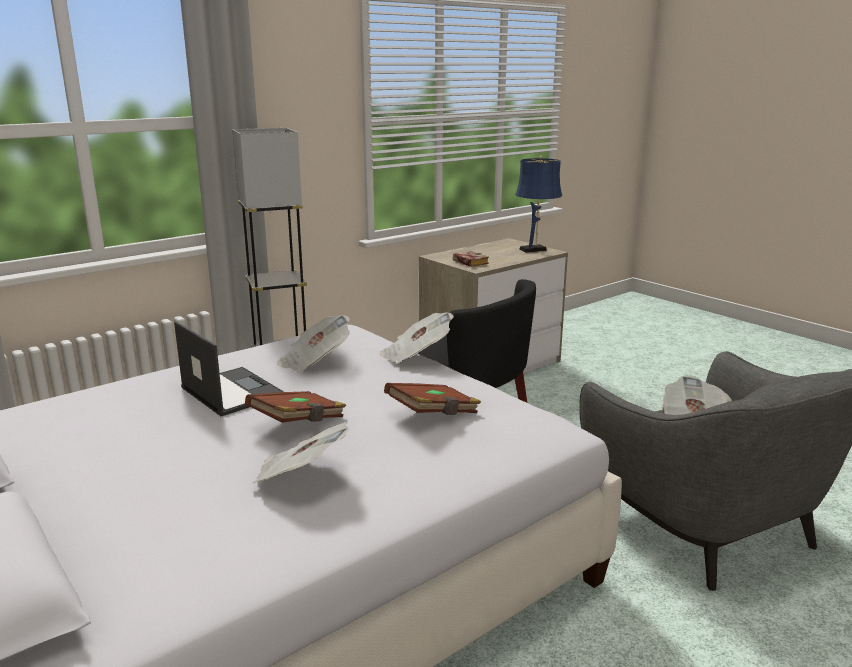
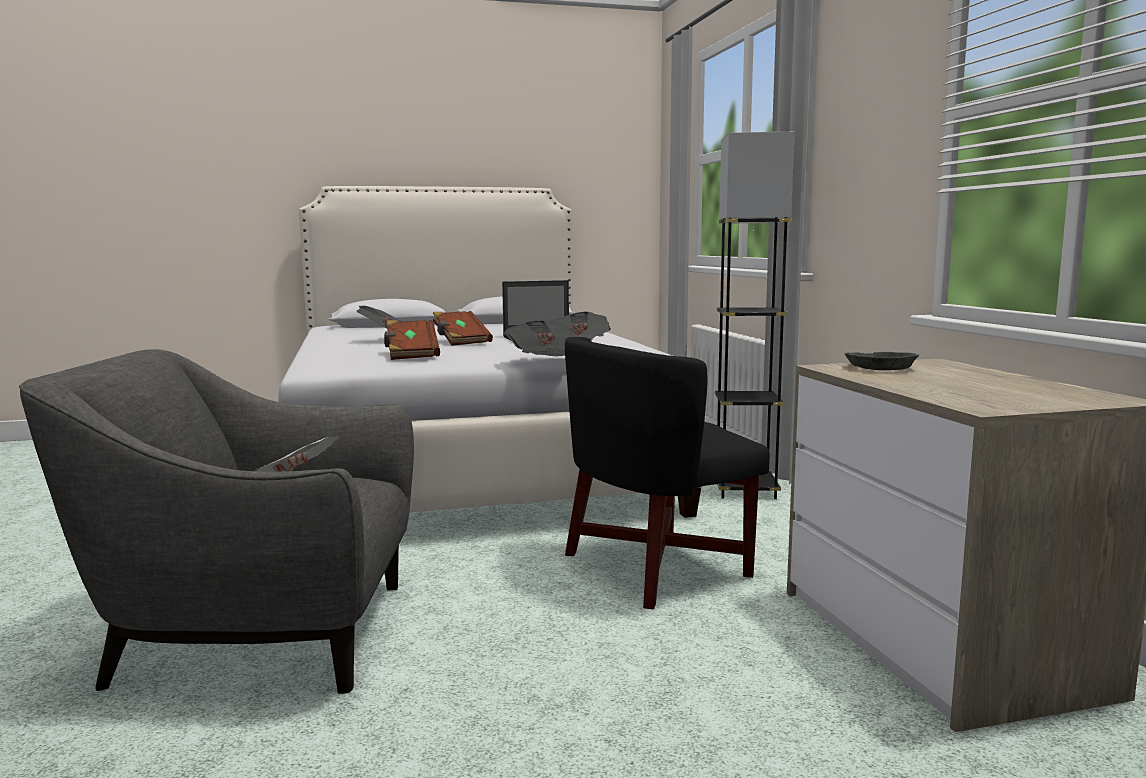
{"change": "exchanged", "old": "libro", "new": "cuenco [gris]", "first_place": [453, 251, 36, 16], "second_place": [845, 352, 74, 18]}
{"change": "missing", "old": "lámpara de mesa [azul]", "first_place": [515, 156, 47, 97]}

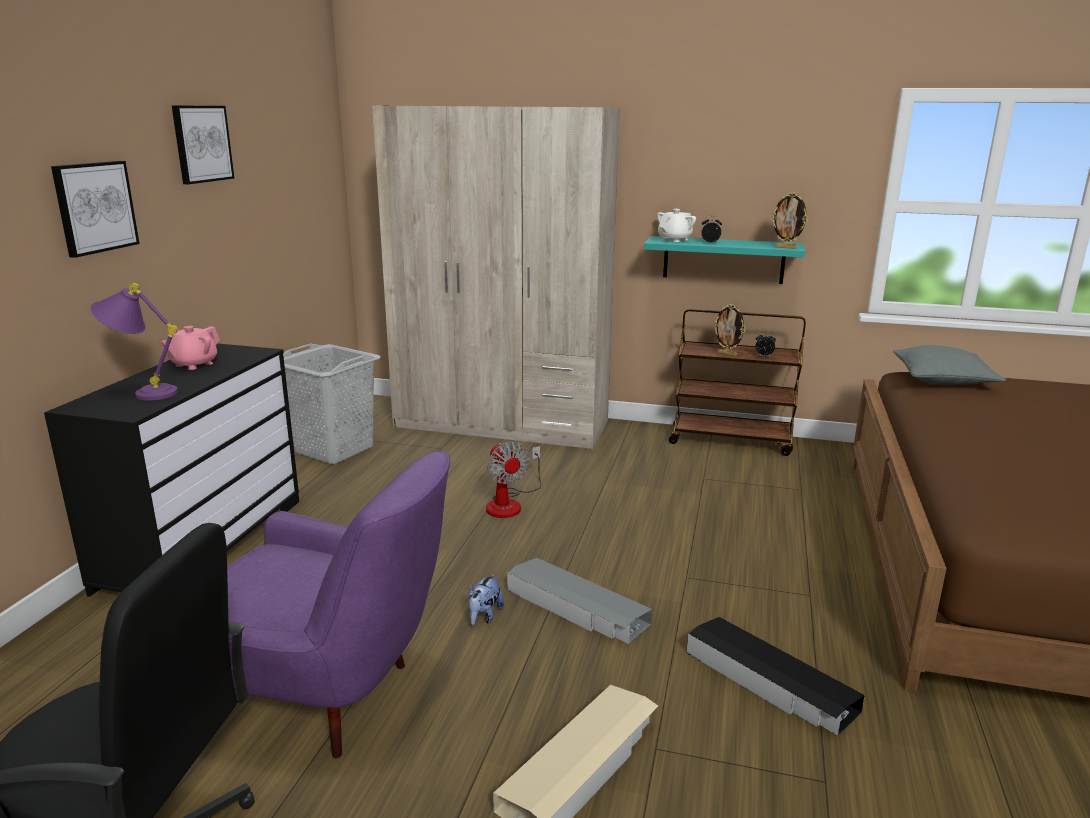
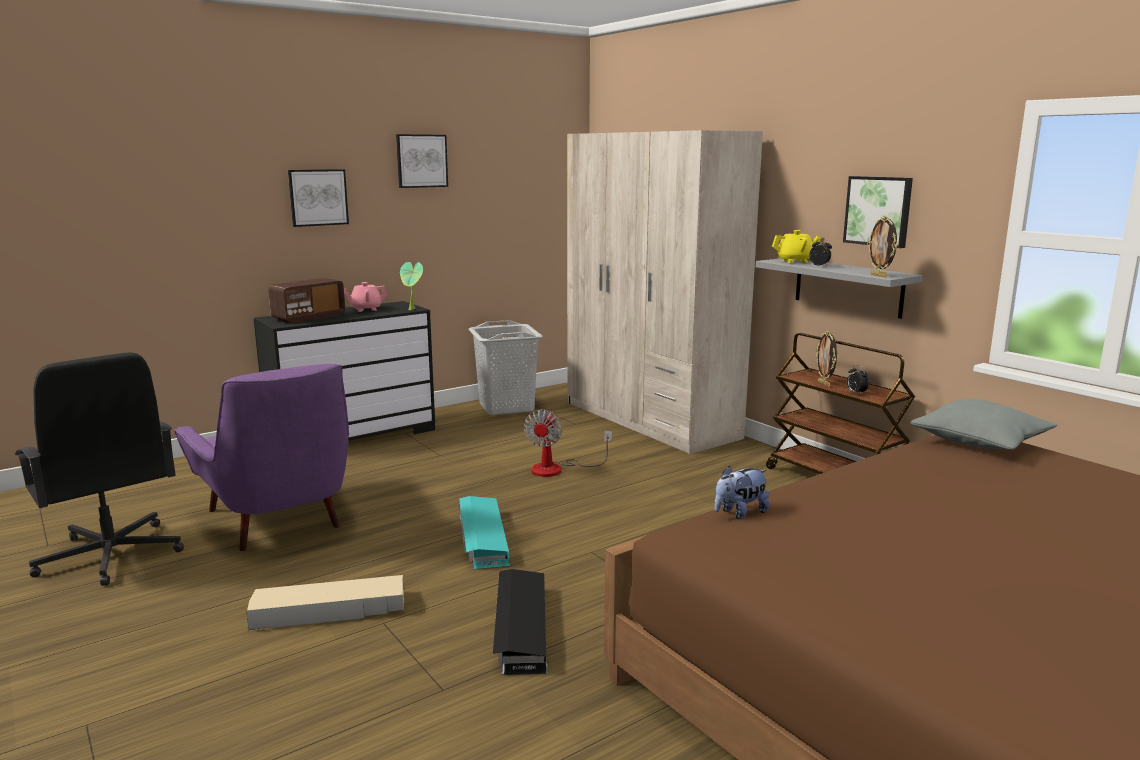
{"change": "exchanged", "old": "lámpara de mesa [morado]", "new": "radio", "first_place": [90, 283, 88, 118], "second_place": [268, 278, 77, 45]}
{"change": "relocated", "old": "peluche", "first_place": [468, 574, 36, 51], "second_place": [714, 466, 55, 53]}
{"change": "colour", "old": "caja de almacenaje [gris]", "new": "caja de almacenaje [turquesa]", "first_place": [507, 558, 145, 86], "second_place": [459, 496, 51, 73]}
{"change": "colour", "old": "estante [turquesa]", "new": "estante [gris]", "first_place": [644, 236, 161, 48], "second_place": [756, 258, 167, 61]}
{"change": "colour", "old": "tetera [blanco]", "new": "tetera [amarillo]", "first_place": [657, 209, 39, 33], "second_place": [772, 230, 49, 33]}
{"change": "appeared", "new": "planta en maceta", "second_place": [400, 262, 23, 48]}
{"change": "appeared", "new": "cuadro", "second_place": [843, 176, 70, 72]}

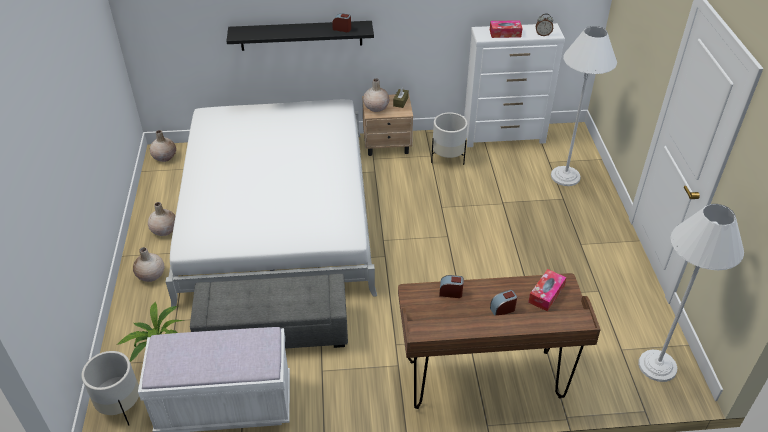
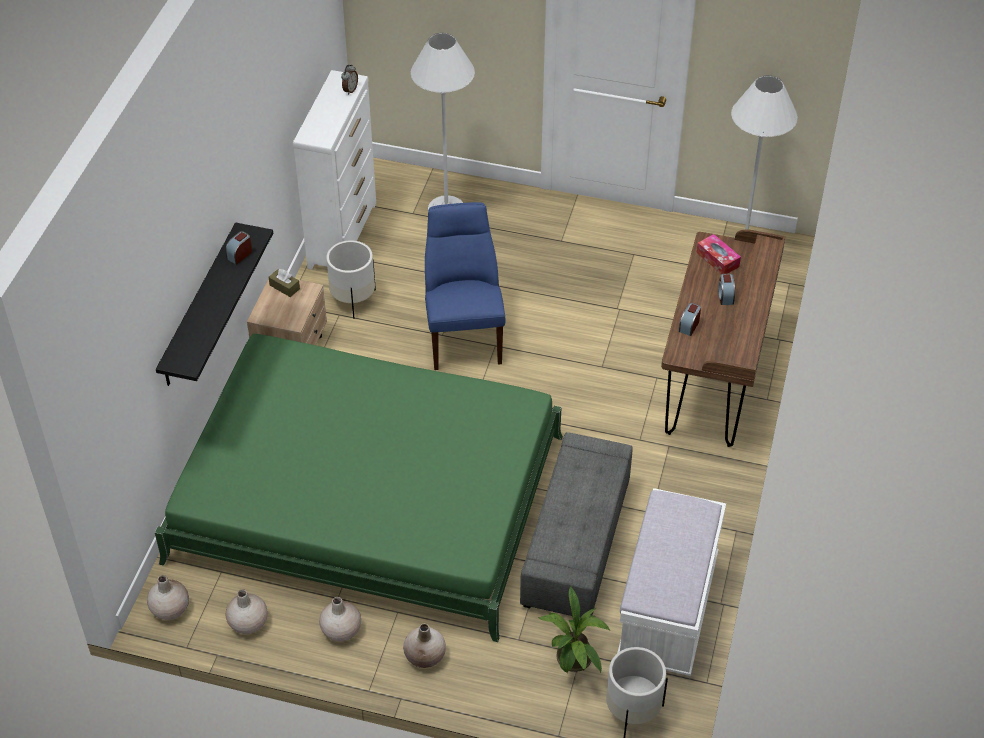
{"change": "colour", "old": "cama [blanco]", "new": "cama [verde]", "first_place": [166, 100, 211, 207], "second_place": [155, 334, 408, 308]}
{"change": "relocated", "old": "florero [beis]", "first_place": [363, 79, 26, 33], "second_place": [225, 589, 43, 45]}
{"change": "missing", "old": "caja de pañuelos", "first_place": [490, 20, 33, 18]}
{"change": "appeared", "new": "silla [azul]", "second_place": [425, 202, 80, 168]}

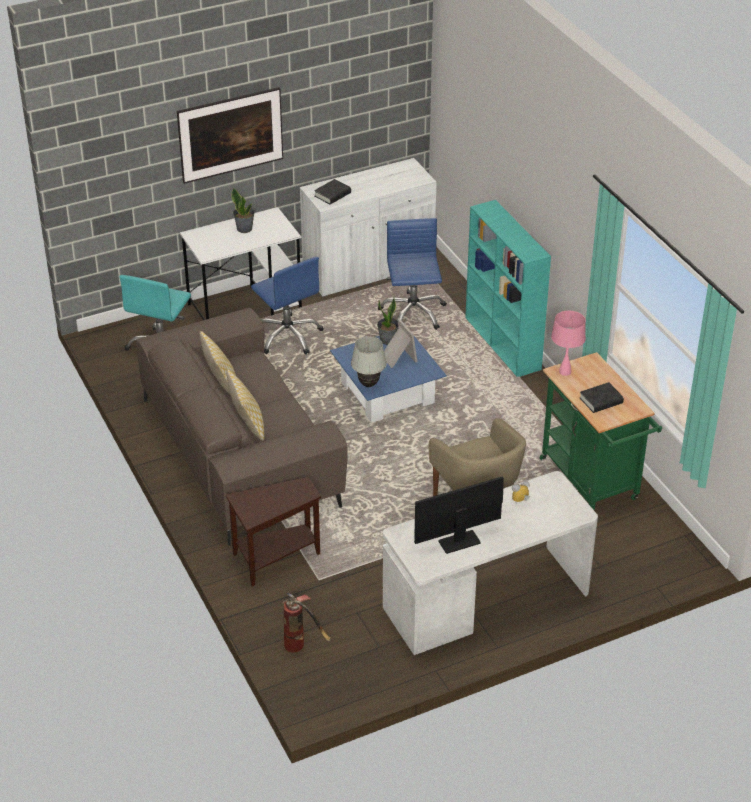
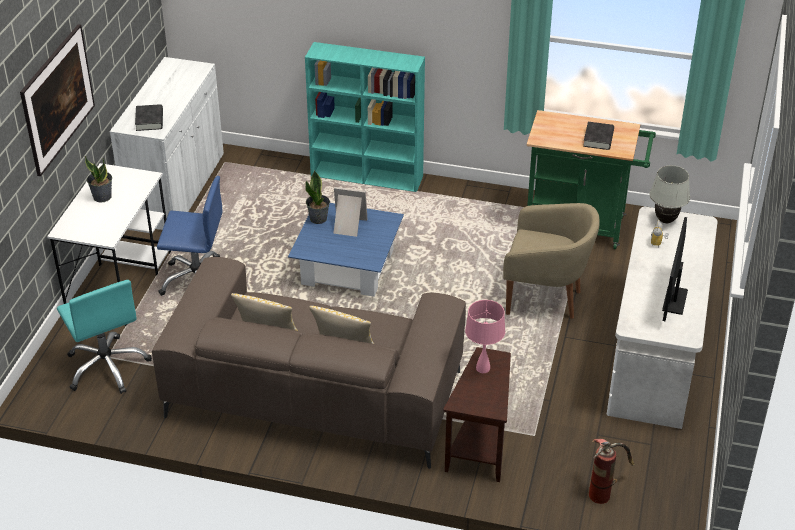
{"change": "relocated", "old": "lámpara de mesa [blanco]", "first_place": [351, 336, 36, 51], "second_place": [649, 165, 41, 58]}
{"change": "missing", "old": "silla de oficina [azul]", "first_place": [378, 218, 69, 112]}
{"change": "relocated", "old": "lámpara de mesa [rosa]", "first_place": [551, 311, 35, 65], "second_place": [465, 300, 40, 73]}

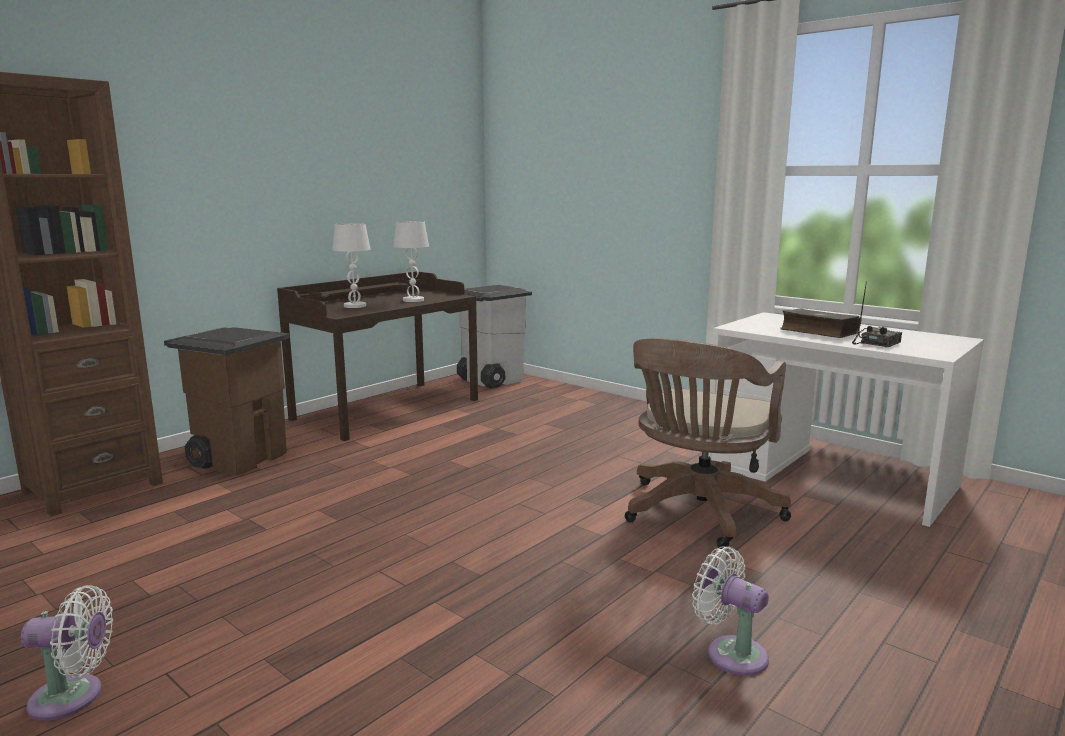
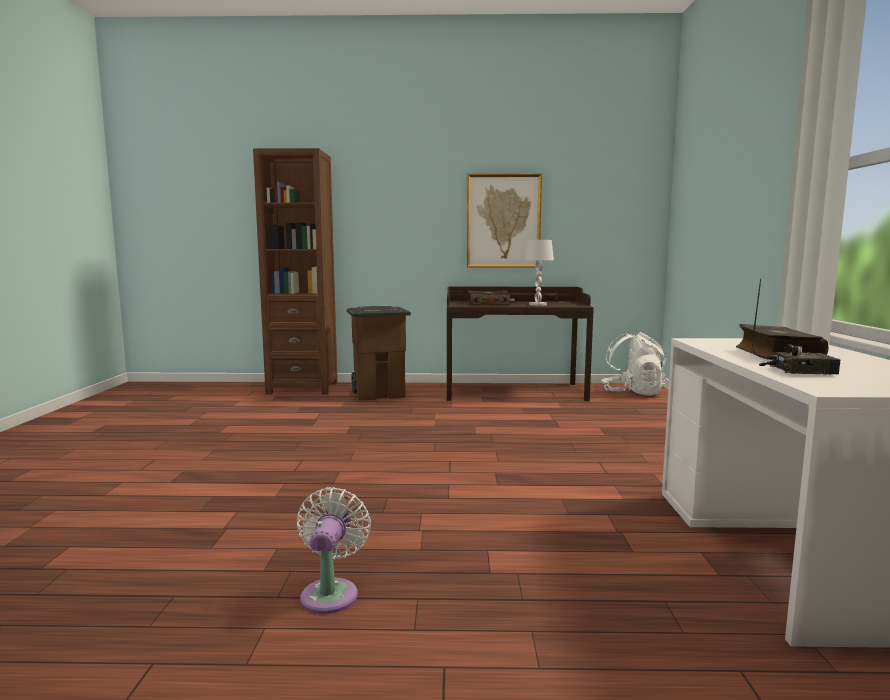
{"change": "missing", "old": "ventilador [blanco]", "first_place": [21, 585, 92, 136]}
{"change": "exchanged", "old": "lámpara de mesa [blanco]", "new": "libro", "first_place": [333, 223, 37, 85], "second_place": [468, 290, 43, 15]}
{"change": "exchanged", "old": "papelera [gris]", "new": "mochila [blanco]", "first_place": [457, 285, 75, 104], "second_place": [601, 332, 65, 64]}
{"change": "missing", "old": "silla de oficina [marrón]", "first_place": [625, 338, 166, 211]}
{"change": "appeared", "new": "cuadro", "second_place": [467, 174, 75, 94]}

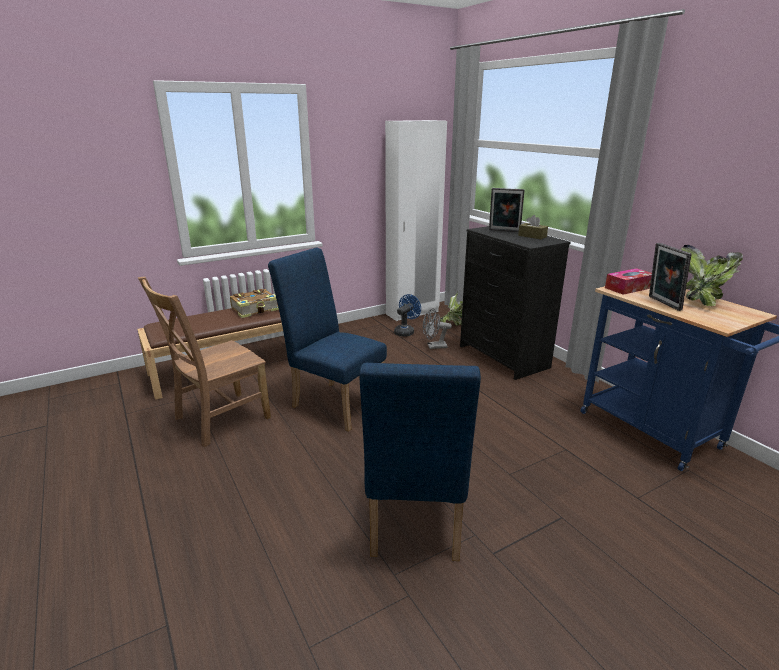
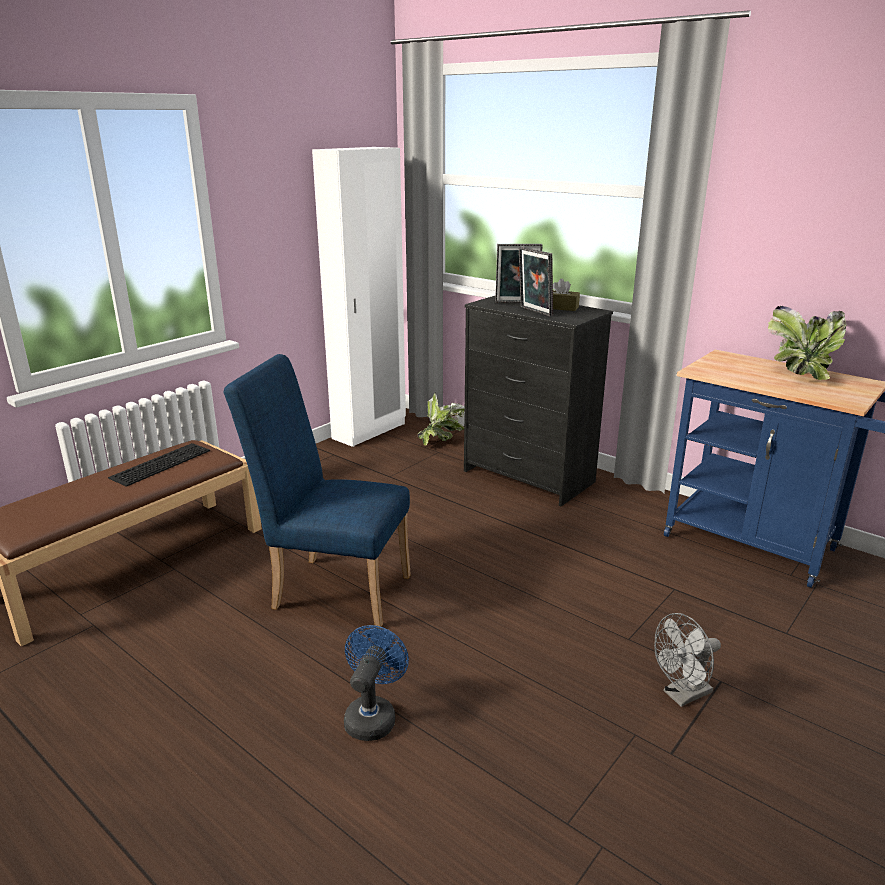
{"change": "missing", "old": "silla [marrón]", "first_place": [138, 276, 133, 171]}
{"change": "exchanged", "old": "libro", "new": "teclado", "first_place": [230, 289, 49, 29], "second_place": [108, 443, 102, 44]}
{"change": "missing", "old": "silla [azul]", "first_place": [359, 362, 122, 199]}
{"change": "relocated", "old": "ventilador [azul]", "first_place": [394, 294, 27, 43], "second_place": [344, 625, 65, 116]}
{"change": "relocated", "old": "ventilador [gris]", "first_place": [423, 308, 29, 41], "second_place": [654, 613, 67, 94]}
{"change": "missing", "old": "caja de pañuelos", "first_place": [605, 268, 47, 27]}
{"change": "relocated", "old": "portarretratos", "first_place": [649, 243, 43, 68], "second_place": [519, 247, 34, 69]}

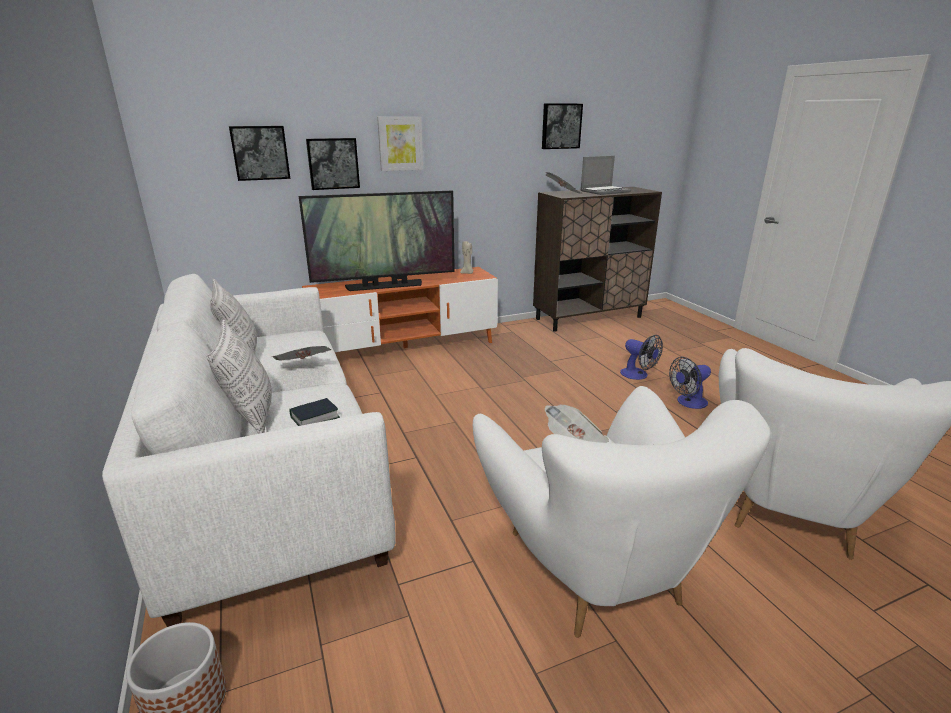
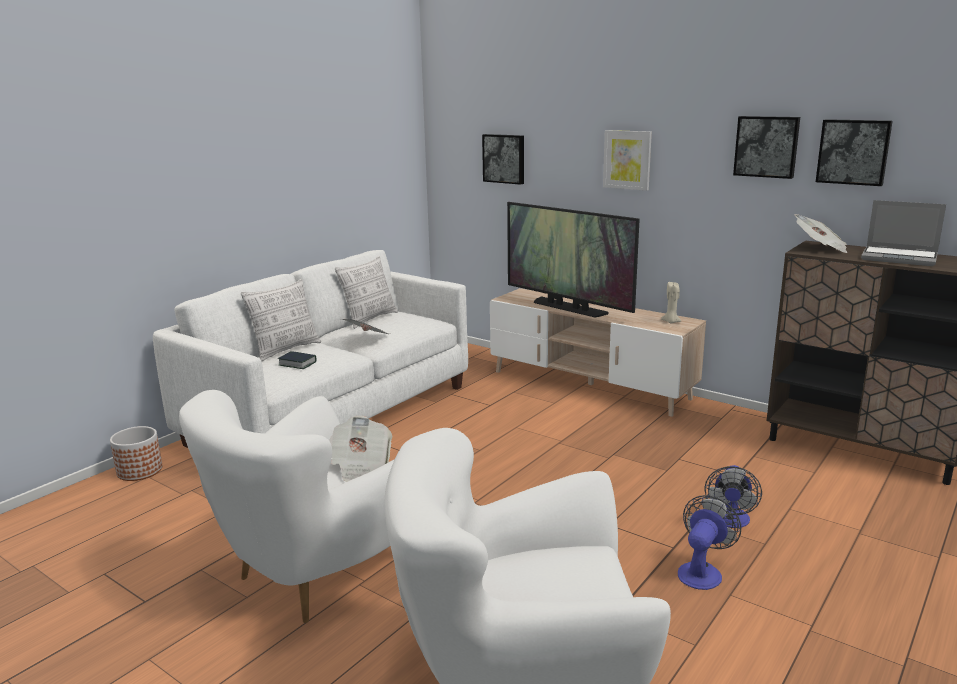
{"change": "colour", "old": "mueble de televisión [naranja]", "new": "mueble de televisión [beis]", "first_place": [302, 267, 196, 85], "second_place": [490, 288, 216, 129]}
{"change": "relocated", "old": "cuadro", "first_place": [306, 138, 54, 52], "second_place": [733, 116, 67, 63]}
{"change": "spun", "old": "ventilador", "first_place": [669, 357, 42, 52], "second_place": [678, 495, 63, 95], "degrees": 90}

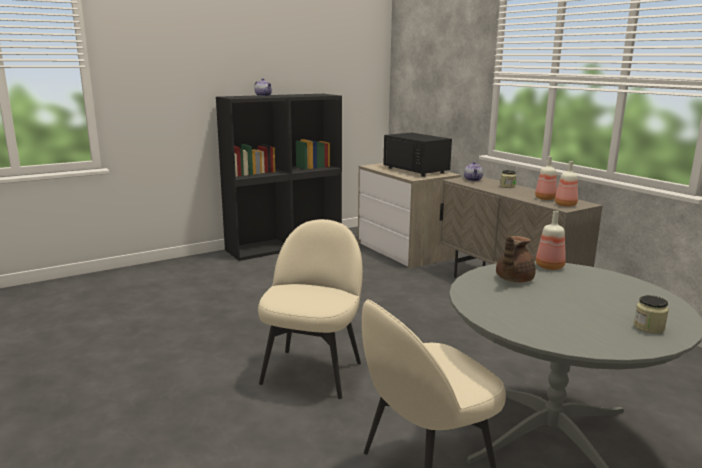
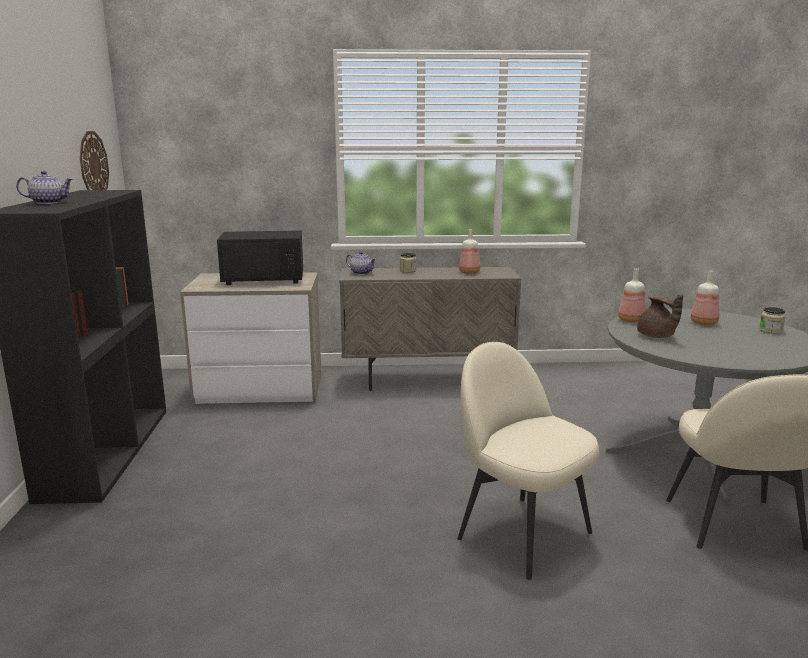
{"change": "relocated", "old": "botella", "first_place": [555, 161, 23, 46], "second_place": [691, 270, 28, 55]}
{"change": "appeared", "new": "reloj de pared", "second_place": [80, 131, 29, 59]}

